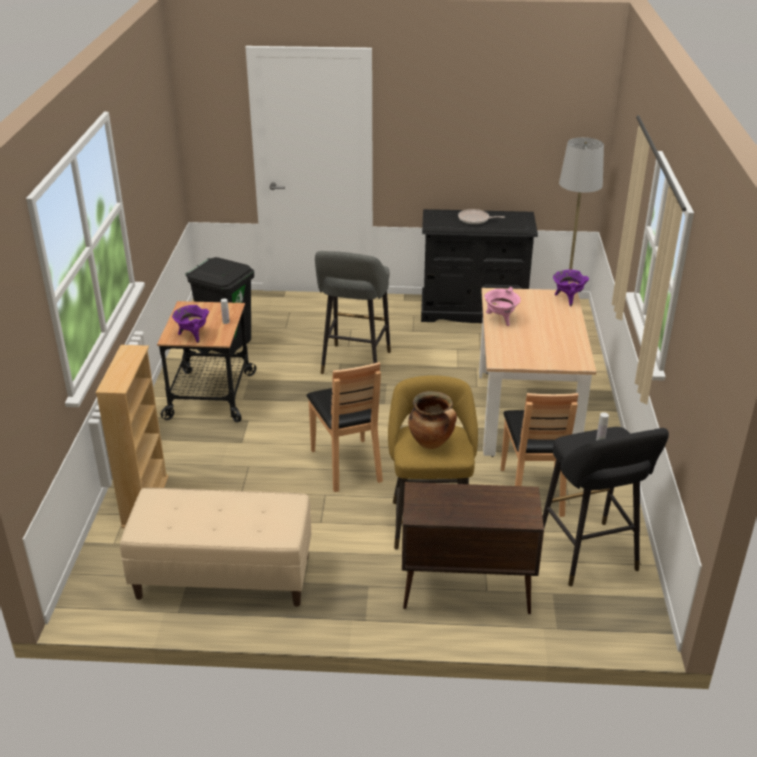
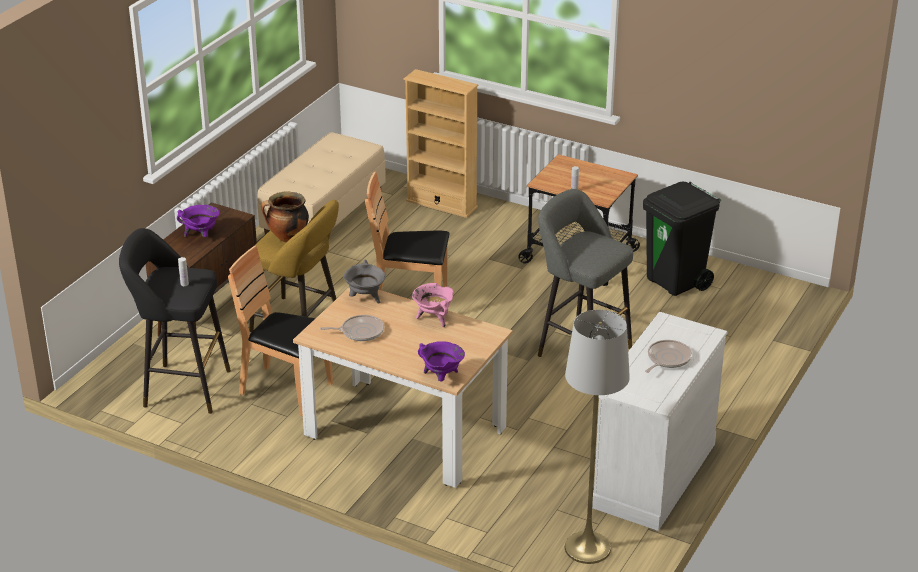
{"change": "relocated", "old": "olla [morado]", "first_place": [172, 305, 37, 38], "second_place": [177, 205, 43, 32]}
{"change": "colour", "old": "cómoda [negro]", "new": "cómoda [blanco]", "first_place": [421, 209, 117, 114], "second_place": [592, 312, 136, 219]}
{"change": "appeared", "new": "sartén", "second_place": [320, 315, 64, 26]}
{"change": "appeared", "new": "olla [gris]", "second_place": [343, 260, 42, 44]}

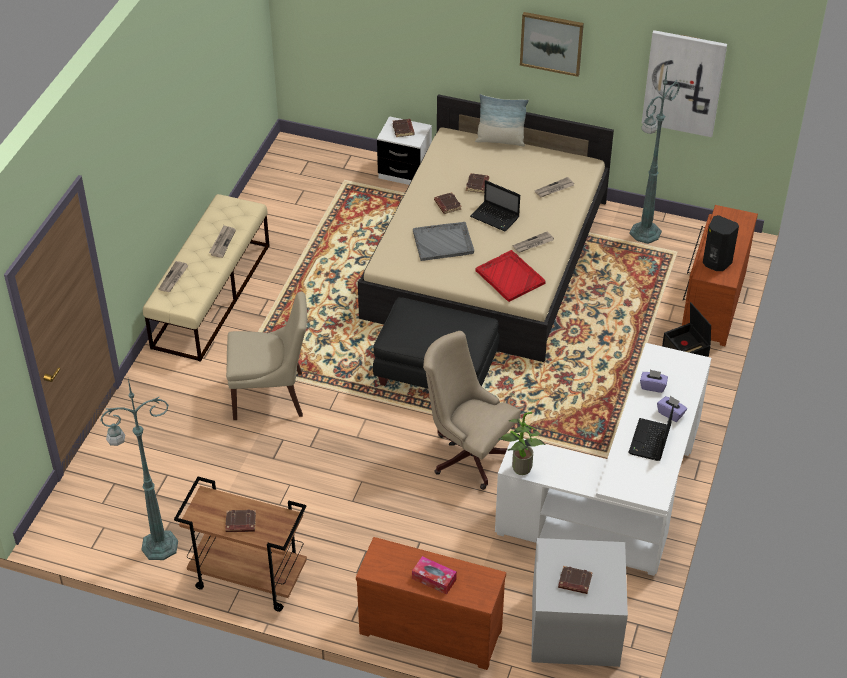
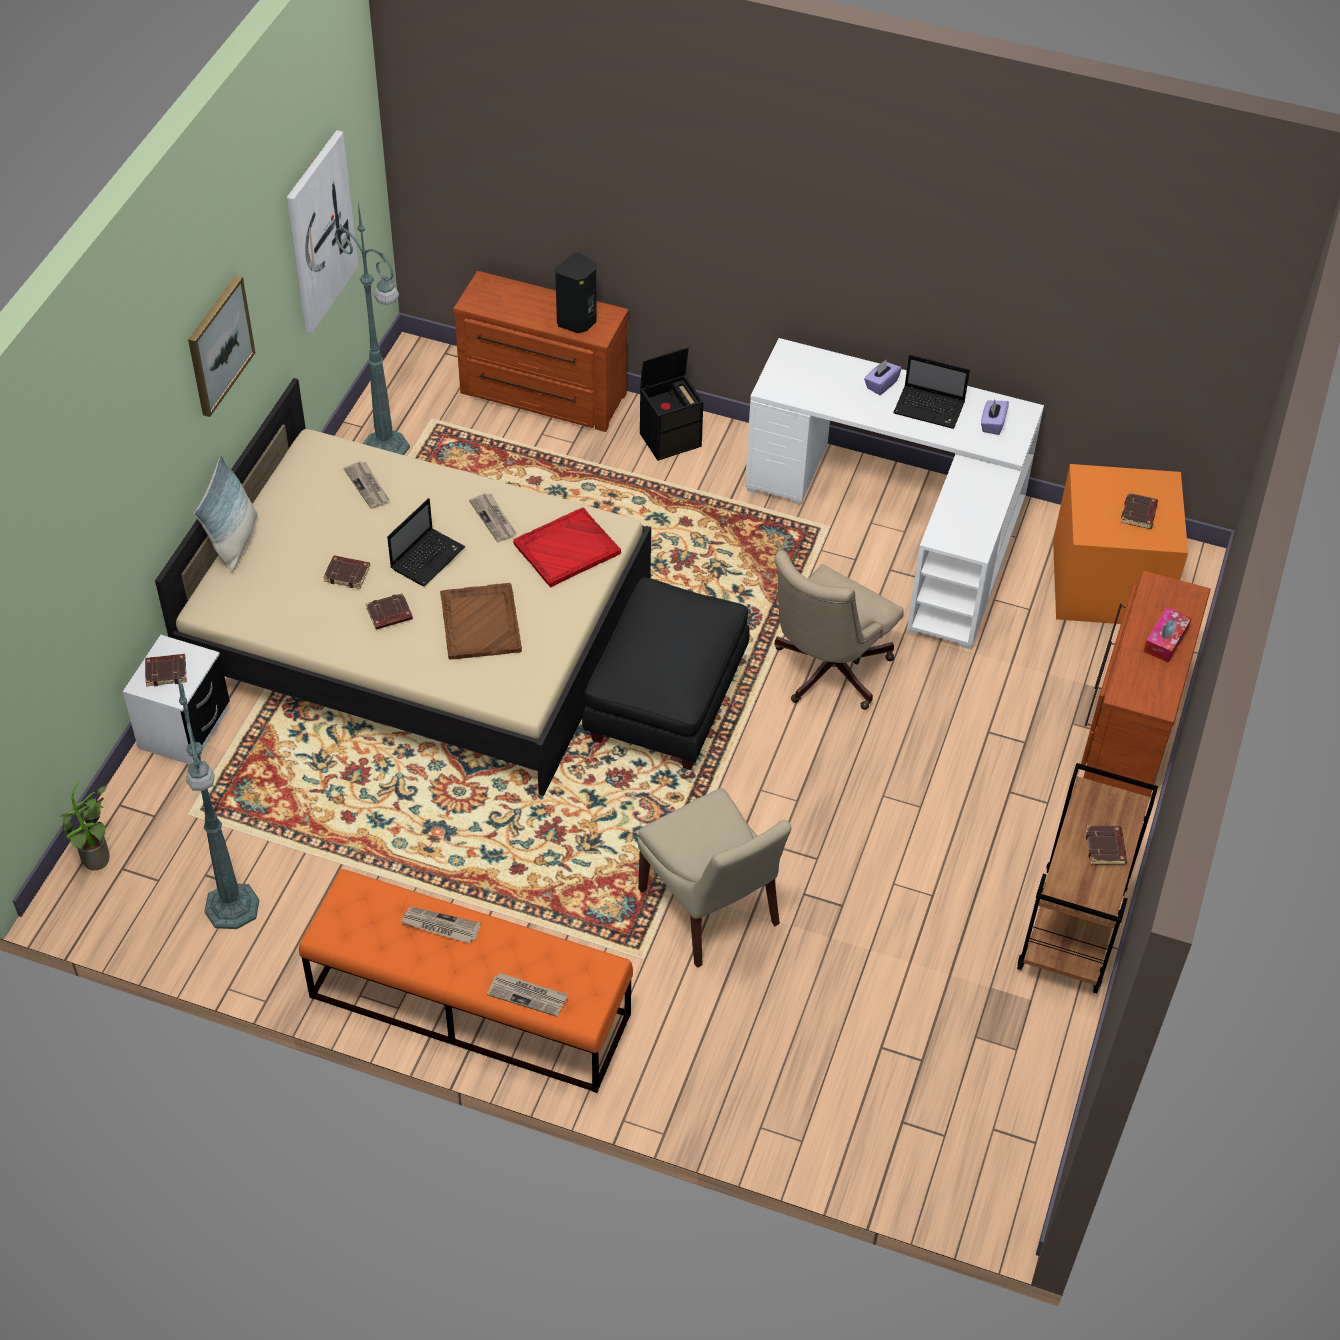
{"change": "relocated", "old": "lámpara de pie [verde]", "first_place": [100, 379, 78, 181], "second_place": [177, 676, 82, 253]}
{"change": "colour", "old": "banco [beis]", "new": "banco [naranja]", "first_place": [143, 194, 127, 168], "second_place": [299, 869, 334, 224]}
{"change": "spun", "old": "silla [beis]", "first_place": [226, 292, 81, 128], "second_place": [637, 788, 154, 180], "degrees": 150}
{"change": "colour", "old": "bandeja [gris]", "new": "bandeja [marrón]", "first_place": [413, 222, 61, 39], "second_place": [440, 583, 82, 77]}
{"change": "relocated", "old": "planta en maceta", "first_place": [498, 412, 48, 63], "second_place": [60, 782, 50, 89]}
{"change": "colour", "old": "caja de almacenaje [gris]", "new": "caja de almacenaje [naranja]", "first_place": [532, 538, 96, 129], "second_place": [1053, 464, 135, 160]}
{"change": "relocated", "old": "caja de pañuelos [morado]", "first_place": [640, 370, 28, 23], "second_place": [981, 399, 28, 36]}

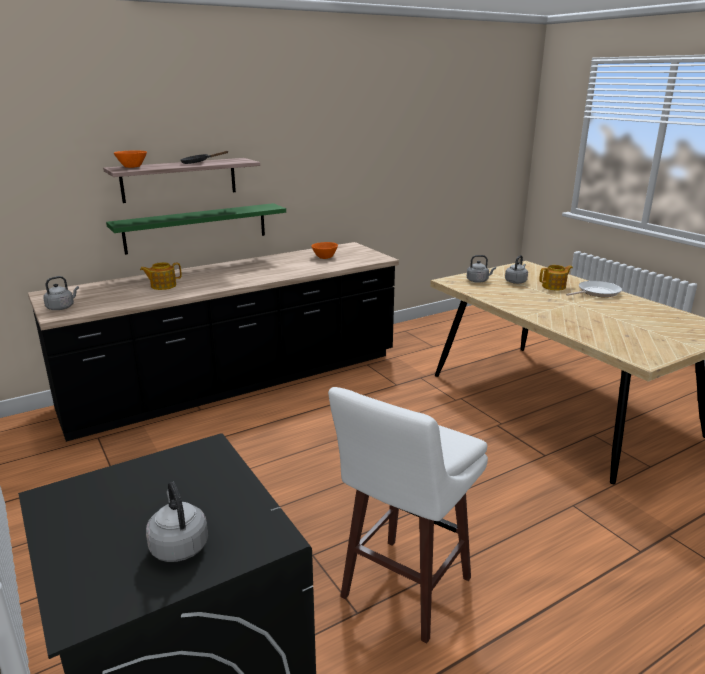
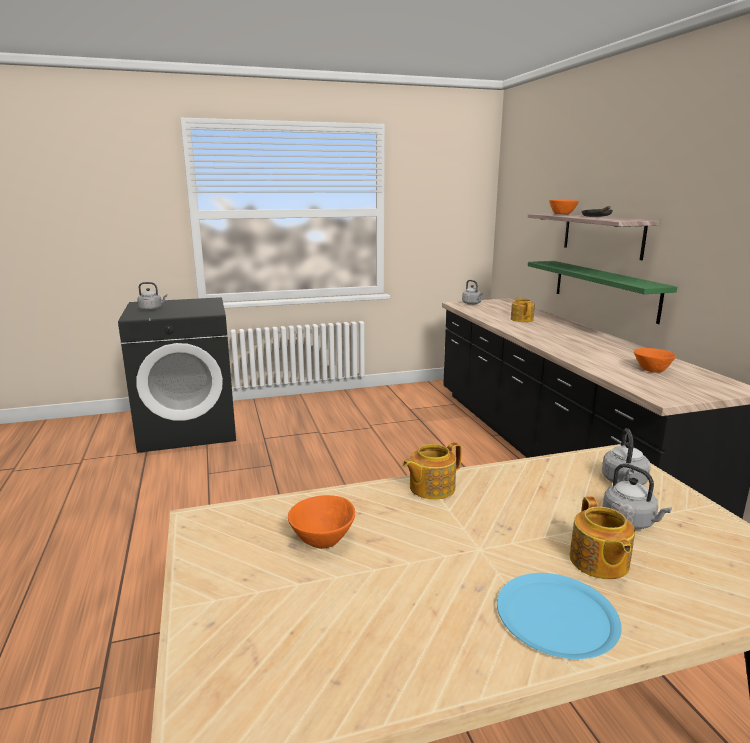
{"change": "missing", "old": "taburete [blanco]", "first_place": [328, 387, 160, 257]}
{"change": "exchanged", "old": "sartén", "new": "plato [azul]", "first_place": [566, 281, 56, 16], "second_place": [497, 573, 124, 86]}
{"change": "appeared", "new": "cuenco [naranja]", "second_place": [288, 495, 67, 54]}
{"change": "appeared", "new": "tetera", "second_place": [402, 442, 60, 58]}

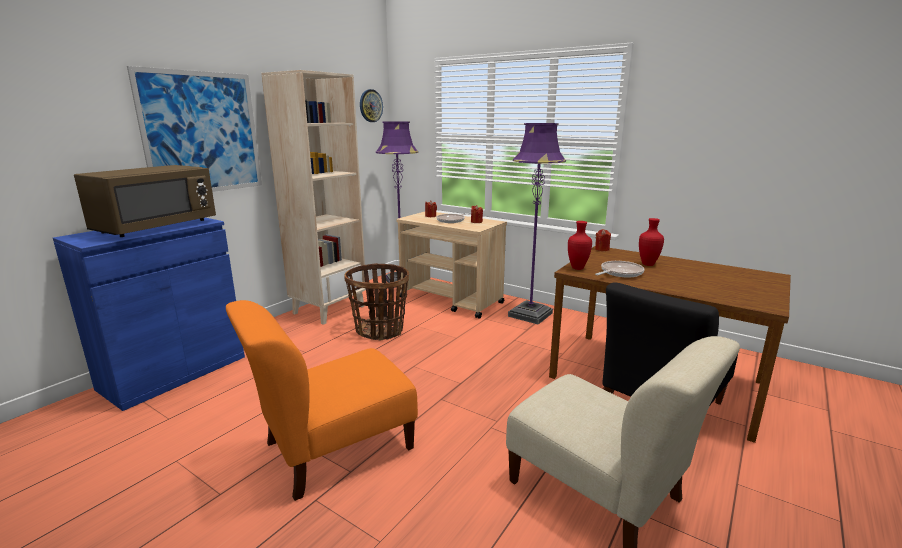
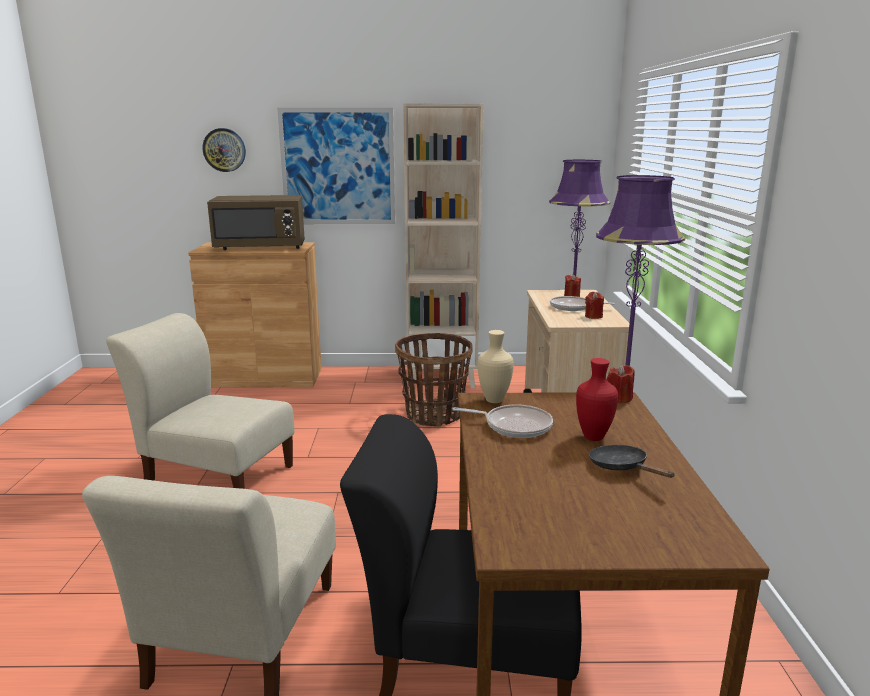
{"change": "colour", "old": "armario [azul]", "new": "armario [marrón]", "first_place": [53, 218, 192, 193], "second_place": [188, 242, 134, 146]}
{"change": "colour", "old": "silla [naranja]", "new": "silla [beis]", "first_place": [226, 300, 192, 201], "second_place": [106, 313, 189, 176]}
{"change": "relocated", "old": "reloj de pared", "first_place": [360, 89, 23, 33], "second_place": [203, 128, 43, 44]}
{"change": "colour", "old": "florero [rojo]", "new": "florero [beis]", "first_place": [568, 221, 24, 49], "second_place": [478, 330, 36, 73]}
{"change": "appeared", "new": "sartén [negro]", "second_place": [589, 445, 85, 33]}

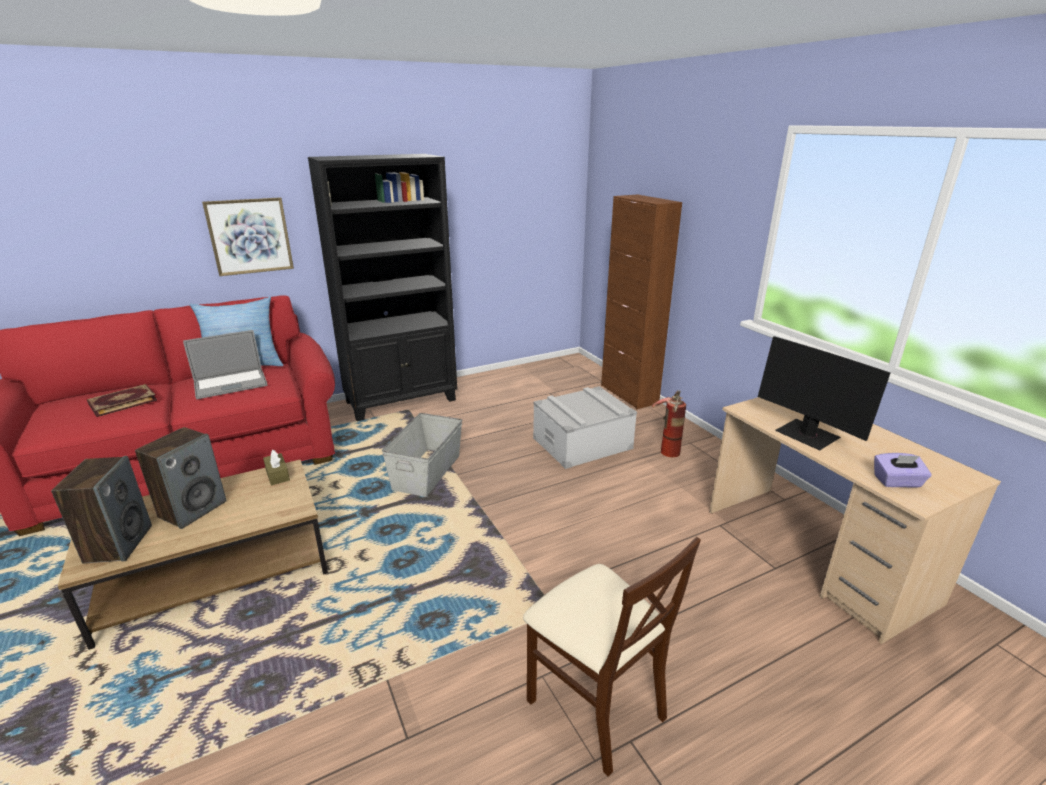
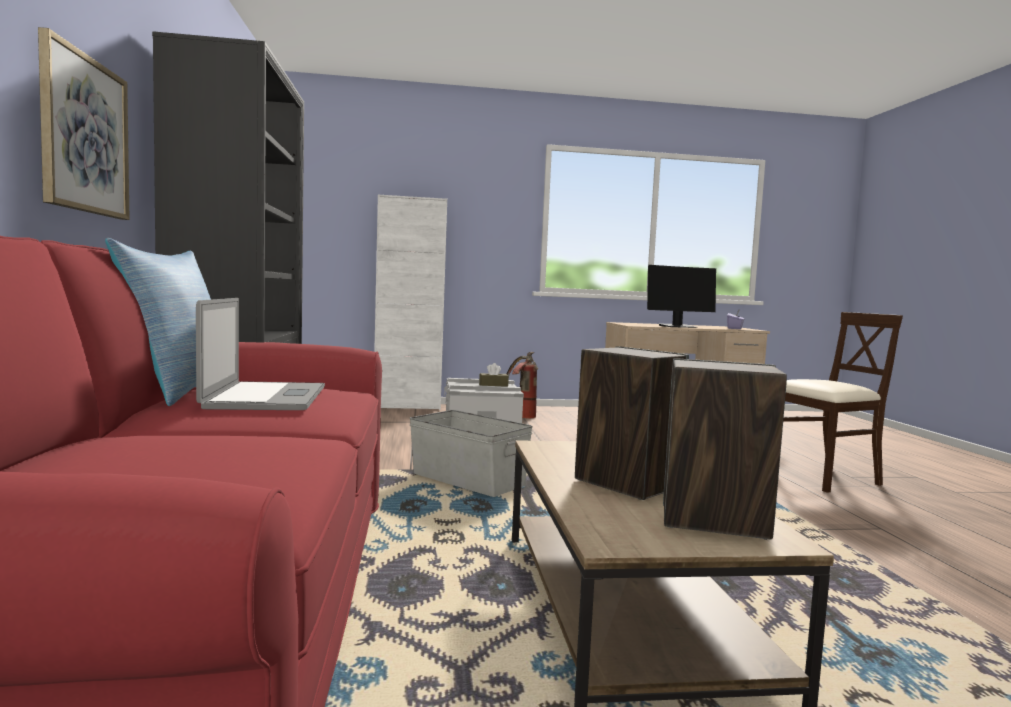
{"change": "missing", "old": "libro", "first_place": [87, 384, 70, 33]}
{"change": "relocated", "old": "caja de pañuelos [marrón]", "first_place": [263, 450, 27, 36], "second_place": [479, 363, 30, 24]}
{"change": "colour", "old": "armario [marrón]", "new": "armario [blanco]", "first_place": [601, 194, 81, 215], "second_place": [374, 195, 73, 215]}

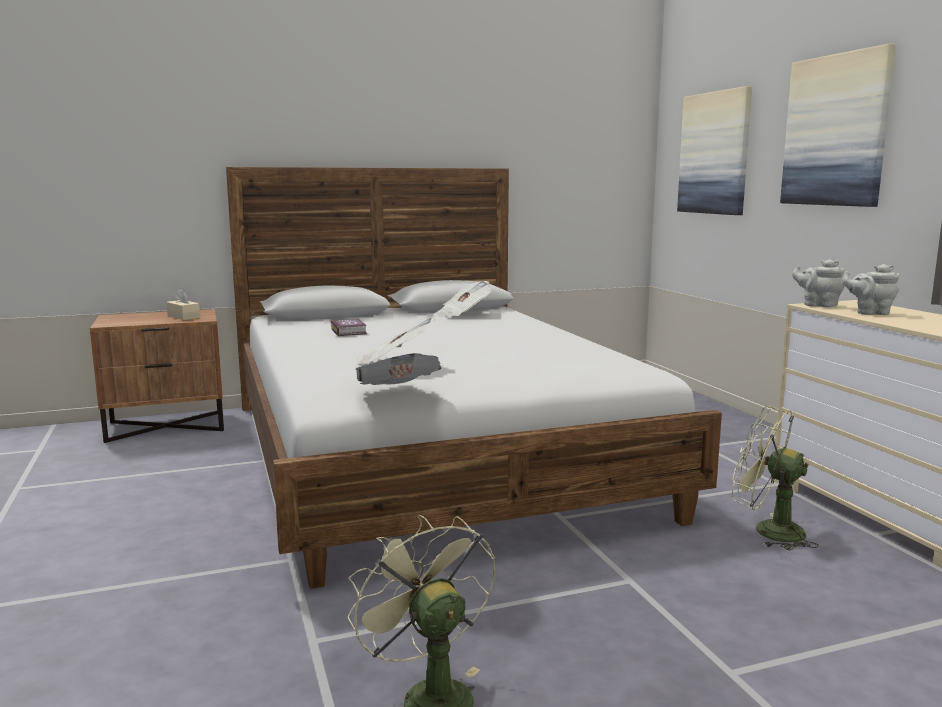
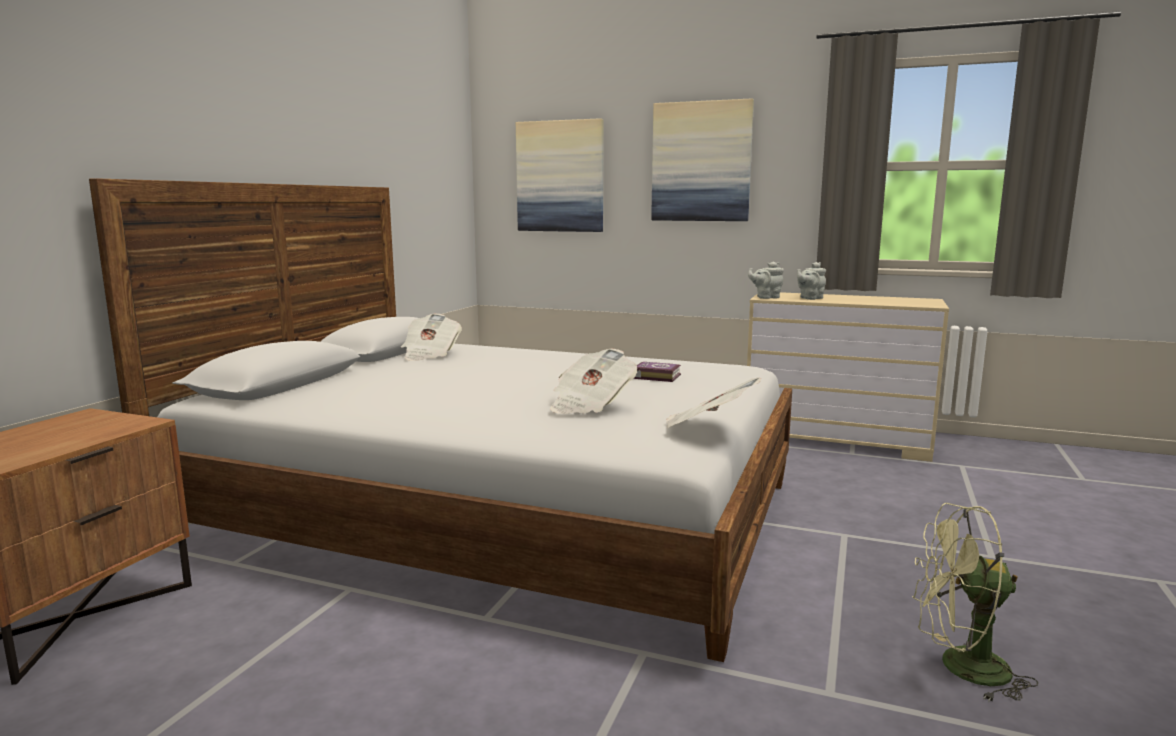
{"change": "missing", "old": "caja de pañuelos [beis]", "first_place": [166, 289, 34, 31]}
{"change": "relocated", "old": "libro", "first_place": [331, 319, 36, 17], "second_place": [633, 362, 48, 20]}
{"change": "missing", "old": "ventilador [verde]", "first_place": [732, 406, 87, 144]}

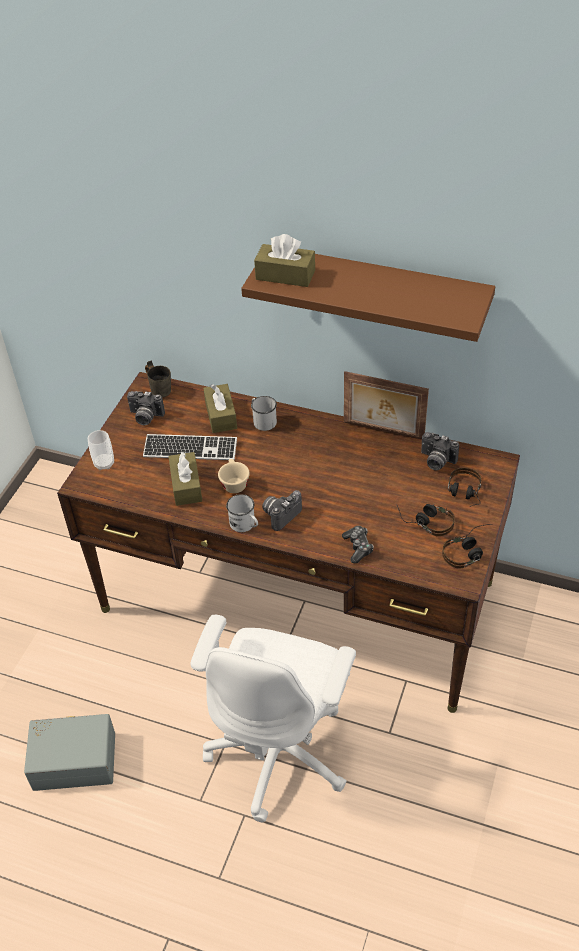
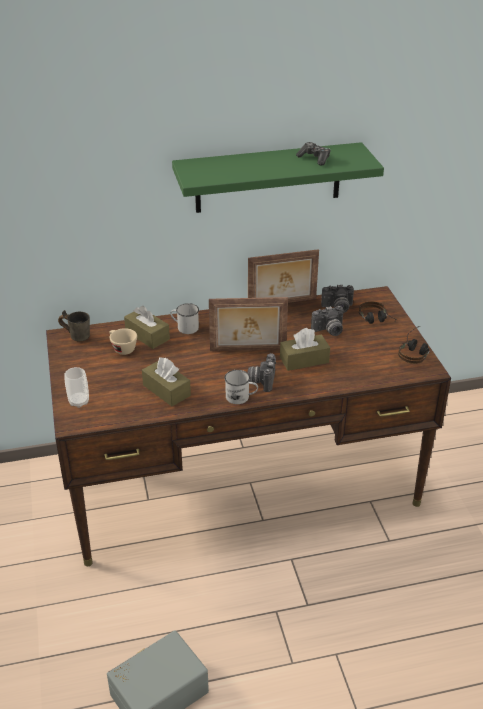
{"change": "relocated", "old": "cámara", "first_place": [127, 391, 38, 34], "second_place": [311, 306, 32, 30]}
{"change": "missing", "old": "teclado", "first_place": [143, 434, 94, 26]}
{"change": "missing", "old": "silla de oficina [blanco]", "first_place": [190, 615, 166, 207]}
{"change": "relocated", "old": "taza [beis]", "first_place": [218, 459, 32, 34], "second_place": [109, 328, 28, 27]}
{"change": "colour", "old": "estante [marrón]", "new": "estante [verde]", "first_place": [241, 254, 254, 88], "second_place": [172, 142, 212, 71]}
{"change": "relocated", "old": "caja de pañuelos [marrón]", "first_place": [254, 234, 61, 53], "second_place": [280, 328, 50, 43]}
{"change": "relocated", "old": "mando de consola", "first_place": [342, 526, 32, 38], "second_place": [296, 142, 35, 24]}
{"change": "missing", "old": "auriculares", "first_place": [397, 504, 58, 32]}
{"change": "appeared", "new": "portarretratos", "second_place": [209, 297, 79, 54]}

